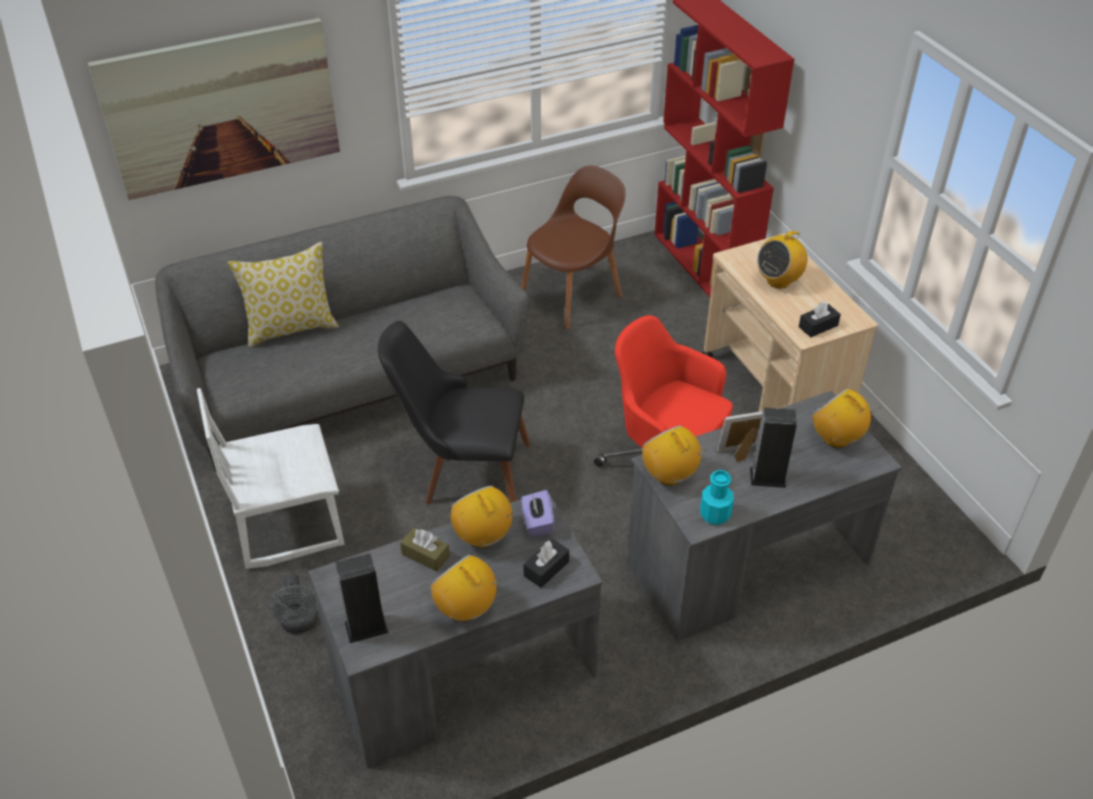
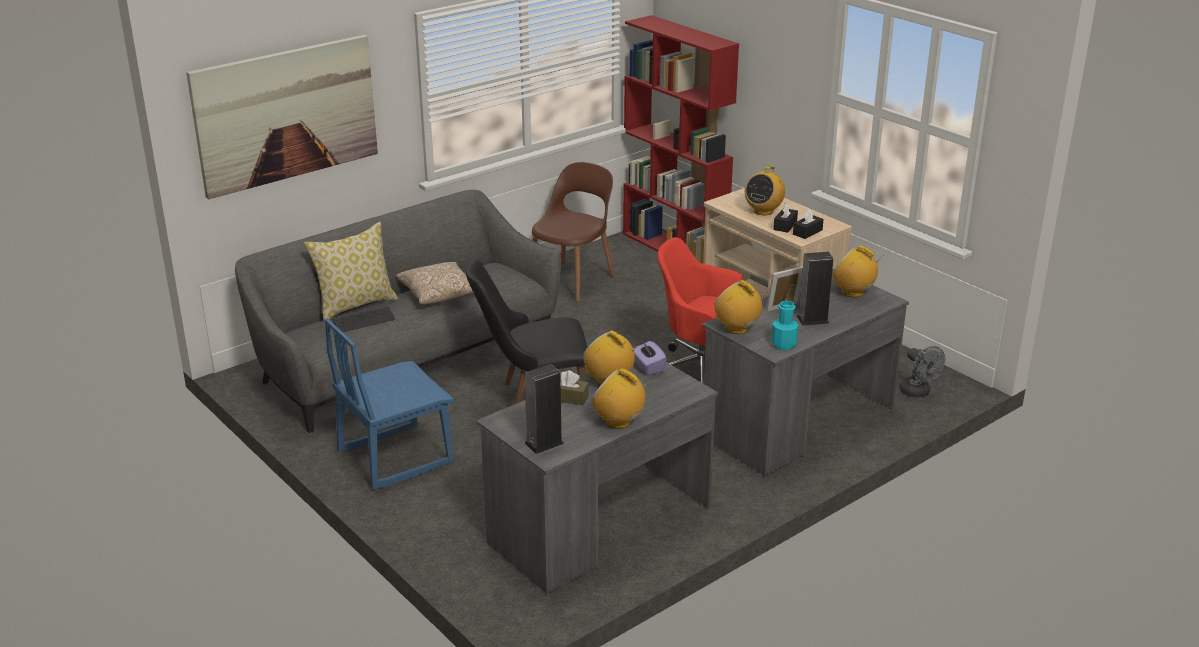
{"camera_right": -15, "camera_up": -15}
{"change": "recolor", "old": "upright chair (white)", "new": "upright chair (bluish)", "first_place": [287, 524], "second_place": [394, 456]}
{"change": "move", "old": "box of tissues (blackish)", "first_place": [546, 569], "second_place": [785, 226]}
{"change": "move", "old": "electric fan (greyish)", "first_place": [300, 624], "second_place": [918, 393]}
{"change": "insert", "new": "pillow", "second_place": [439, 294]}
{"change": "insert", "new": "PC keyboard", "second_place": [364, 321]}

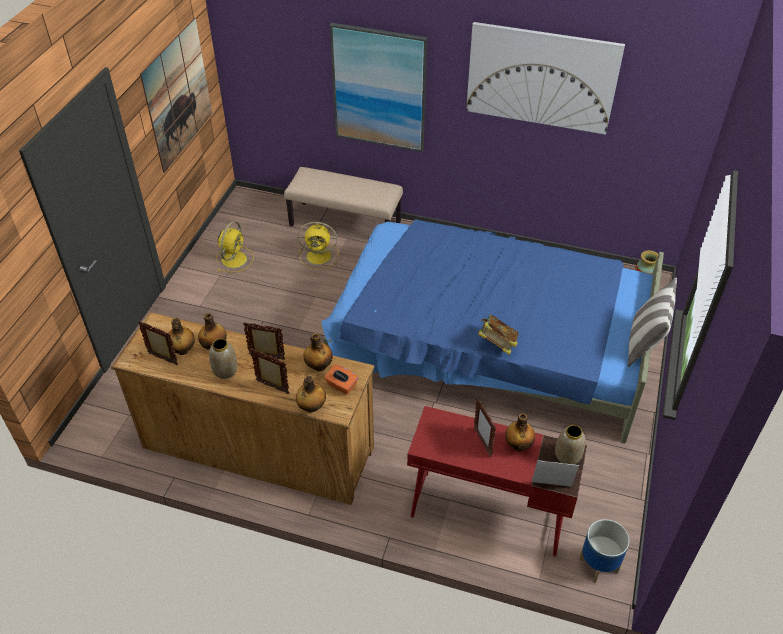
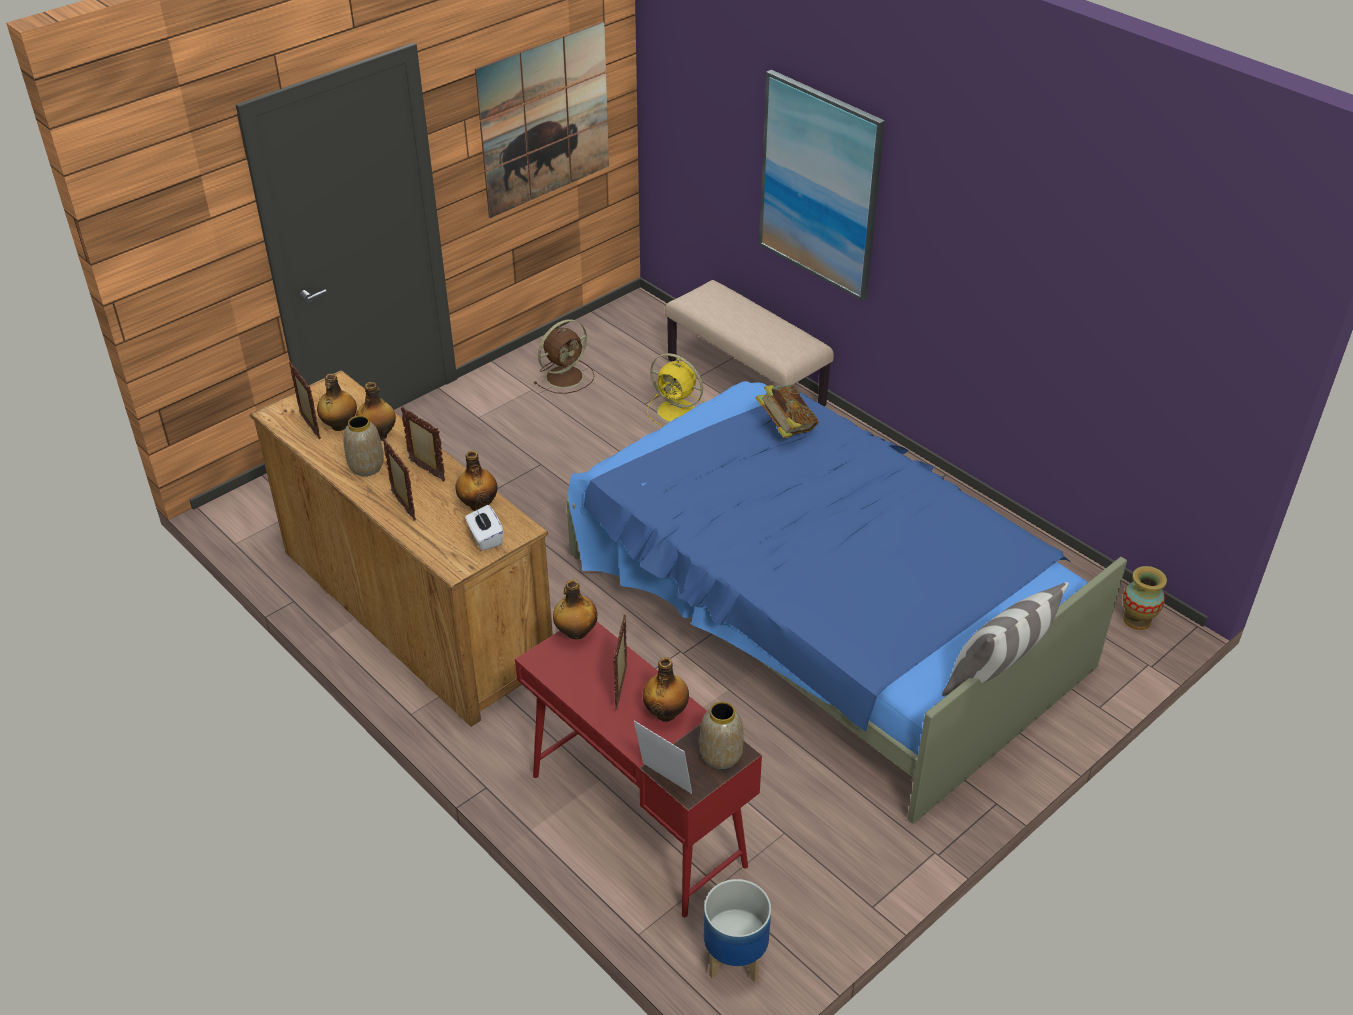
{"camera_right": 30, "camera_up": -5}
{"change": "delete", "old": "wall picture", "first_place": [541, 78]}
{"change": "recolor", "old": "electric fan (yellow)", "new": "electric fan (brownish)", "first_place": [234, 259], "second_place": [566, 376]}
{"change": "move", "old": "book", "first_place": [497, 344], "second_place": [786, 428]}
{"change": "recolor", "old": "box of tissues (orange-coloured)", "new": "box of tissues (white)", "first_place": [341, 385], "second_place": [485, 538]}
{"change": "move", "old": "beverage bottle", "first_place": [311, 407], "second_place": [576, 632]}

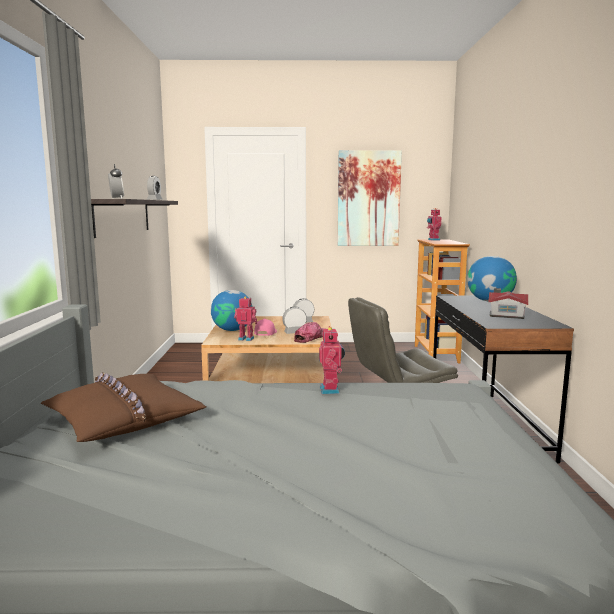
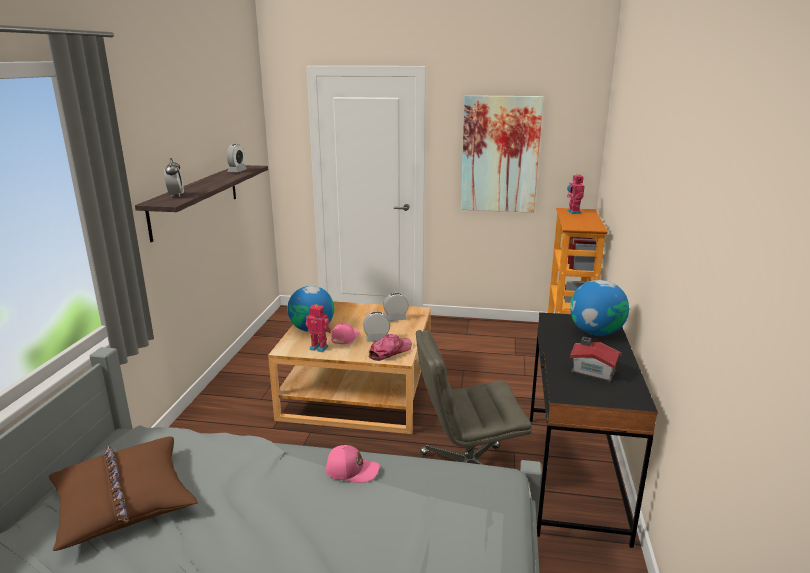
{"camera_right": 10, "camera_up": 10}
{"change": "replace", "old": "model robot", "new": "peaked cap (pink)", "first_place": [331, 390], "second_place": [352, 470]}

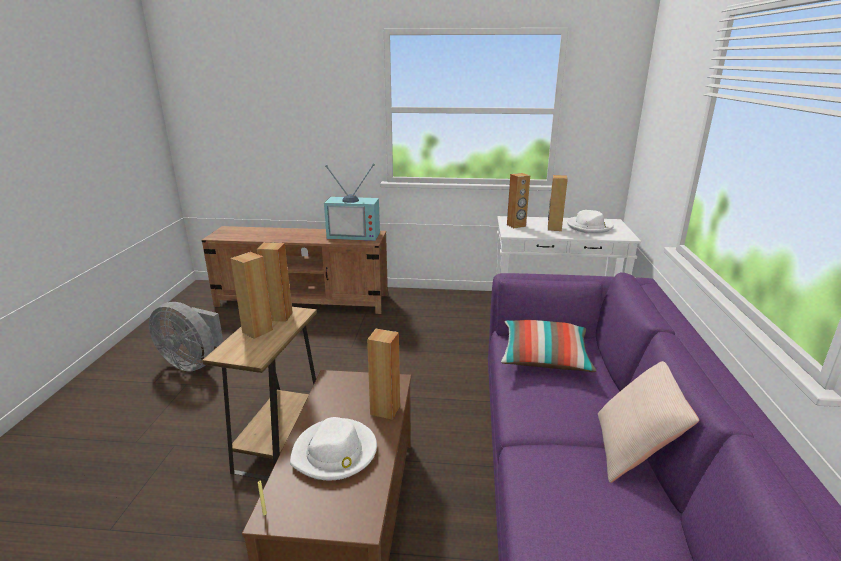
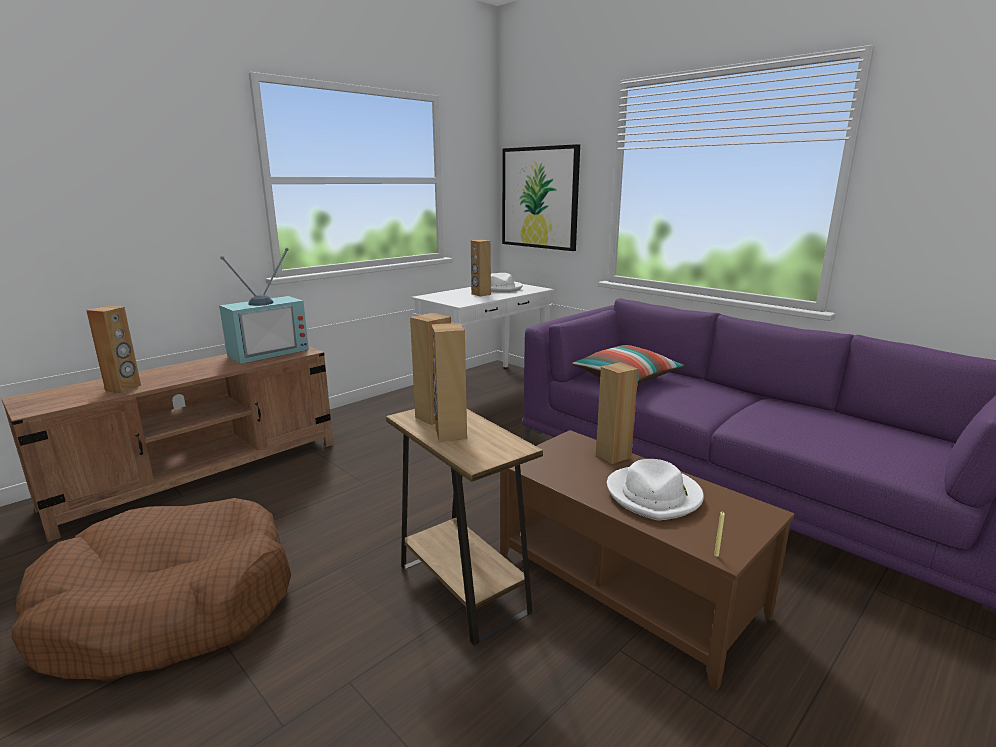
{"camera_right": -50, "camera_up": -5}
{"change": "move", "old": "audio speaker (brownish)", "first_place": [516, 225], "second_place": [123, 388]}
{"change": "replace", "old": "electric fan (greyish)", "new": "dog cushion (brownish)", "first_place": [193, 362], "second_place": [169, 607]}
{"change": "delete", "old": "pillow (beige-coloured)", "first_place": [634, 450]}
{"change": "insert", "new": "wall picture", "second_place": [539, 198]}

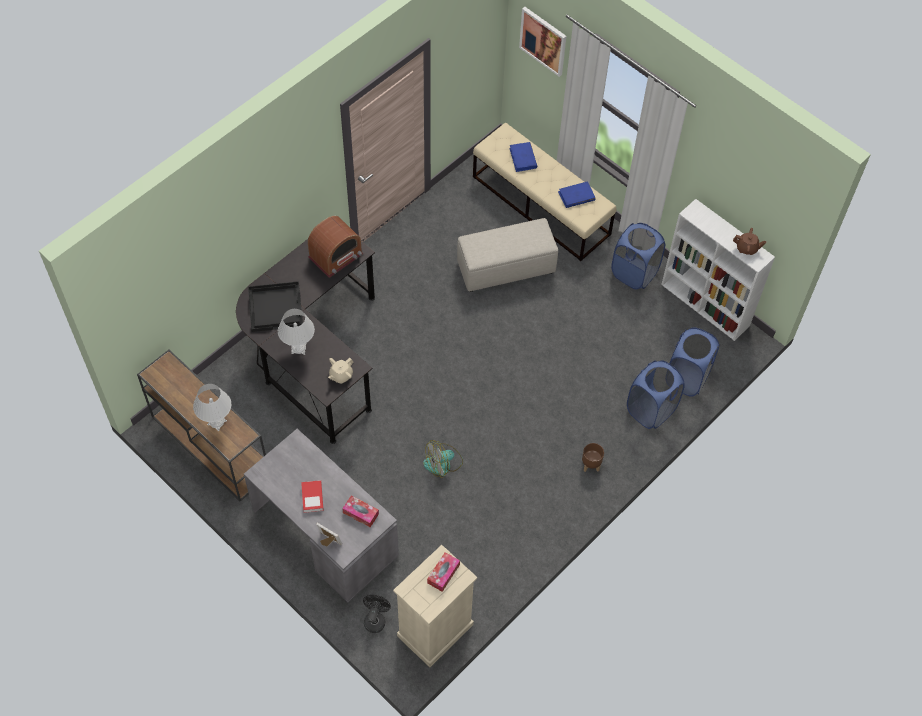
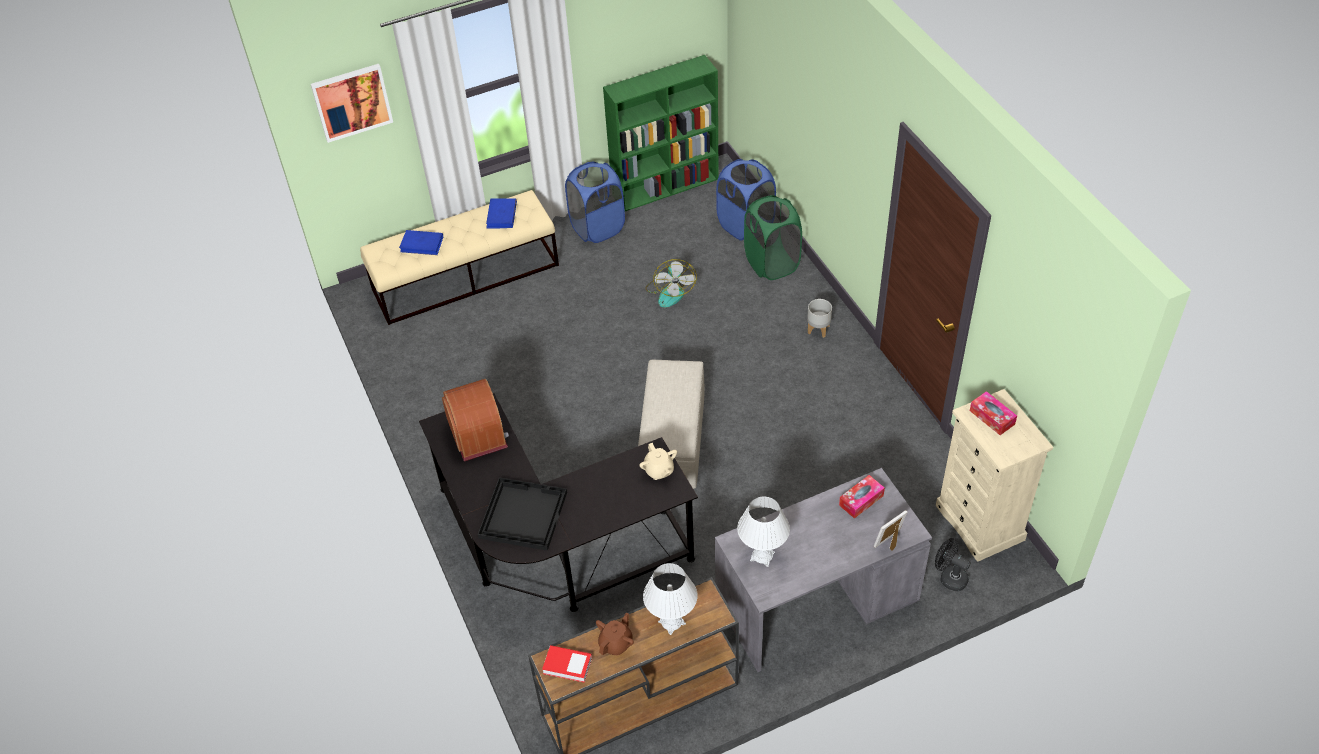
{"camera_right": -65, "camera_up": -10}
{"change": "recolor", "old": "bookshelf (white)", "new": "bookshelf (greenish)", "first_place": [706, 305], "second_place": [666, 187]}
{"change": "move", "old": "footrest (beige-coloured)", "first_place": [506, 267], "second_place": [673, 441]}
{"change": "move", "old": "tea pot (brownish)", "first_place": [747, 248], "second_place": [616, 643]}
{"change": "move", "old": "lamp for a table (white)", "first_place": [299, 348], "second_place": [762, 556]}
{"change": "recolor", "old": "laundry basket (bluish)", "new": "laundry basket (greenish)", "first_place": [651, 410], "second_place": [772, 263]}
{"change": "move", "old": "electric fan", "first_place": [443, 463], "second_place": [670, 291]}
{"change": "recolor", "old": "plant pot (brownish)", "new": "plant pot (greyish)", "first_place": [591, 465], "second_place": [818, 329]}
{"change": "move", "old": "book", "first_place": [312, 498], "second_place": [567, 666]}

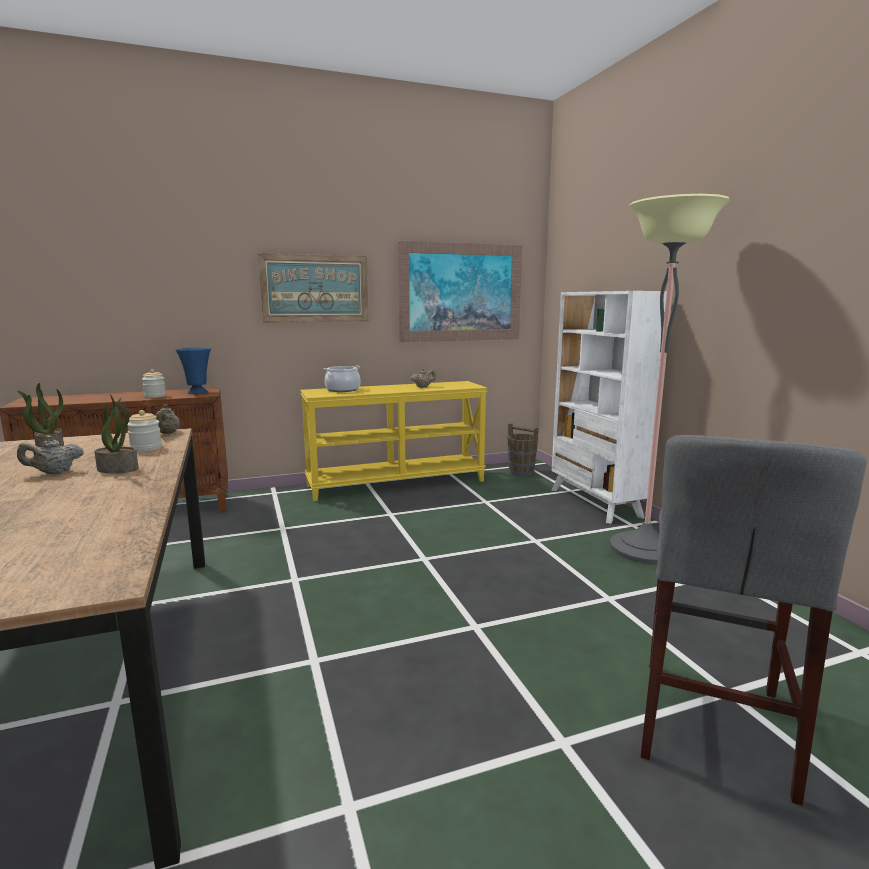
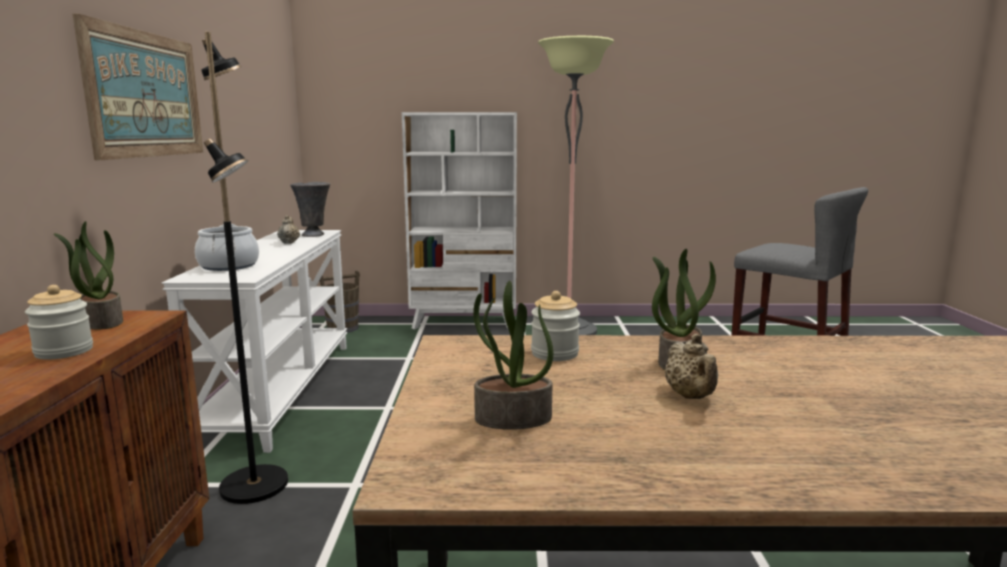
{"camera_right": -70, "camera_up": 0}
{"change": "delete", "old": "wall picture", "first_place": [461, 292]}
{"change": "replace", "old": "vase (bluish)", "new": "plant in a pot", "first_place": [197, 392], "second_place": [101, 322]}
{"change": "recolor", "old": "narrow table (yellow)", "new": "narrow table (white)", "first_place": [396, 483], "second_place": [280, 389]}
{"change": "delete", "old": "tea pot (beige-coloured)", "first_place": [167, 433]}
{"change": "insert", "new": "floor lamp (blackish)", "second_place": [256, 485]}
{"change": "insert", "new": "vase (greyish)", "second_place": [314, 235]}

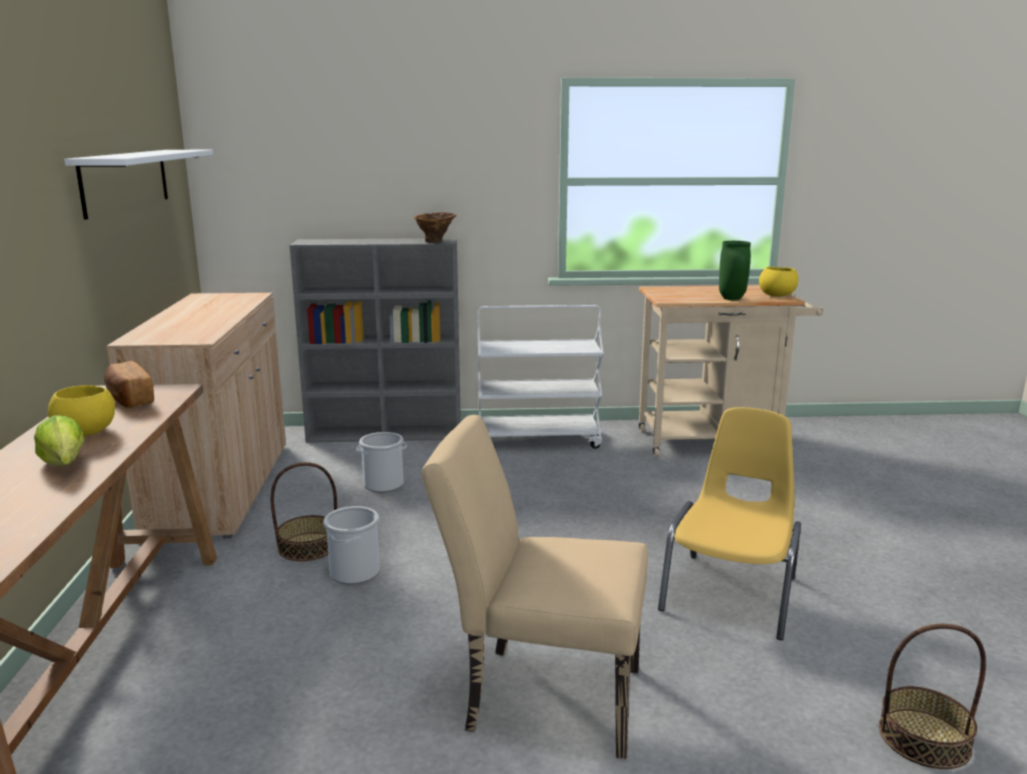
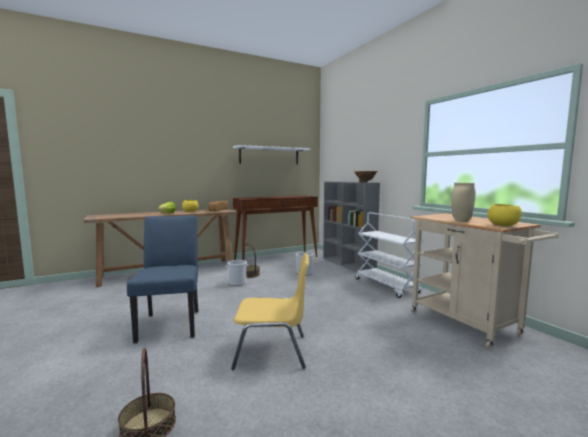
{"camera_right": 65, "camera_up": -10}
{"change": "recolor", "old": "vase (greenish)", "new": "vase (beige-coloured)", "first_place": [732, 298], "second_place": [462, 221]}
{"change": "replace", "old": "storage cabinet (beige-coloured)", "new": "narrow table (brownish)", "first_place": [221, 488], "second_place": [277, 258]}
{"change": "recolor", "old": "upright chair (beige-coloured)", "new": "upright chair (bluish)", "first_place": [540, 696], "second_place": [171, 322]}

